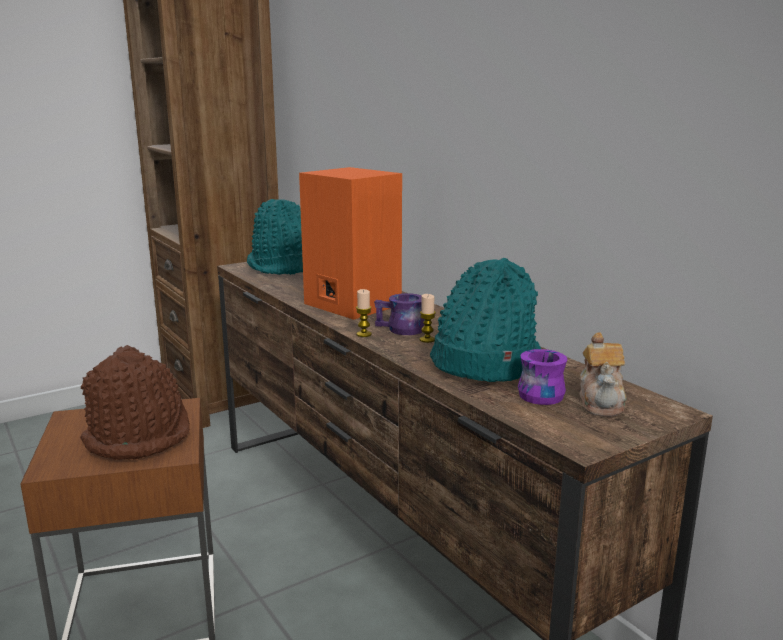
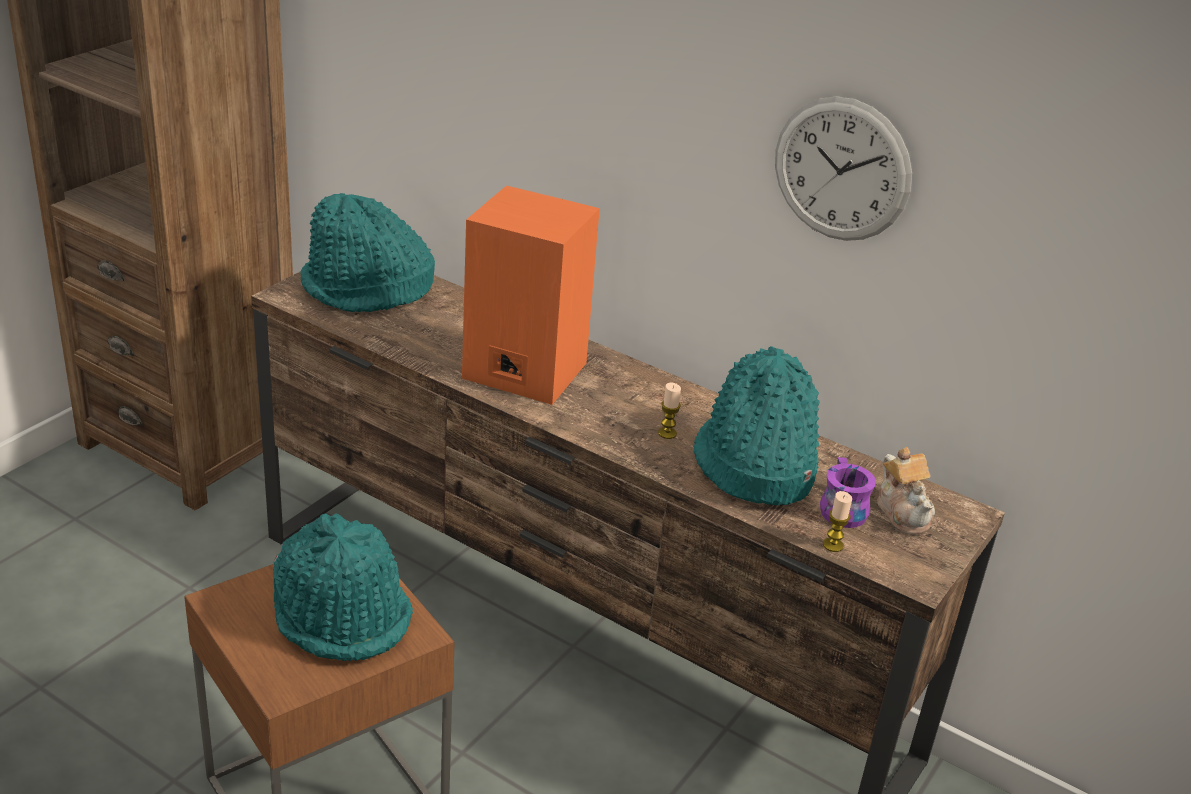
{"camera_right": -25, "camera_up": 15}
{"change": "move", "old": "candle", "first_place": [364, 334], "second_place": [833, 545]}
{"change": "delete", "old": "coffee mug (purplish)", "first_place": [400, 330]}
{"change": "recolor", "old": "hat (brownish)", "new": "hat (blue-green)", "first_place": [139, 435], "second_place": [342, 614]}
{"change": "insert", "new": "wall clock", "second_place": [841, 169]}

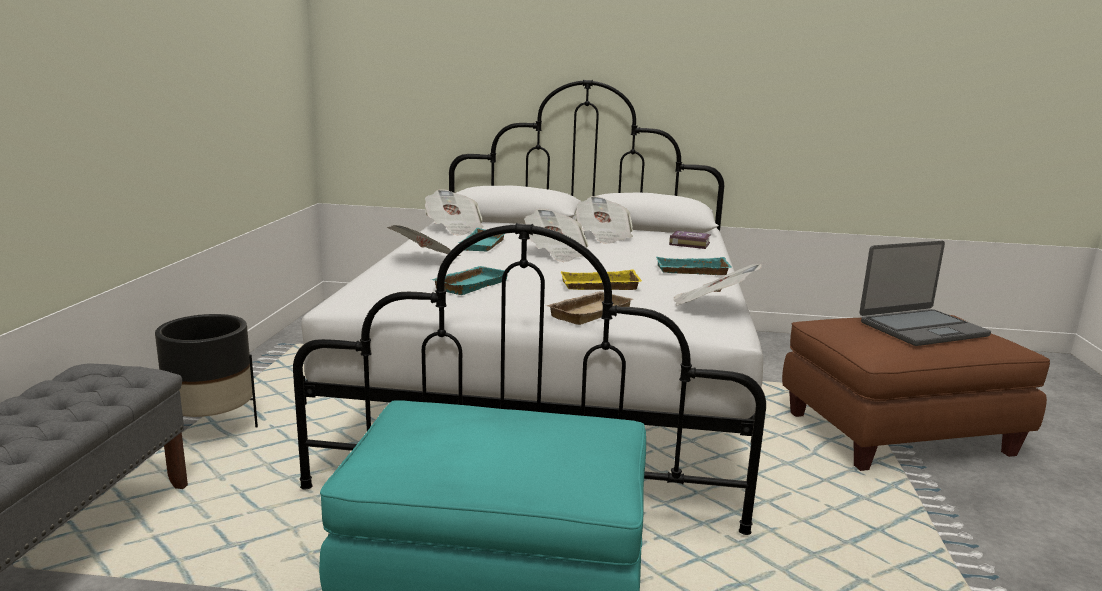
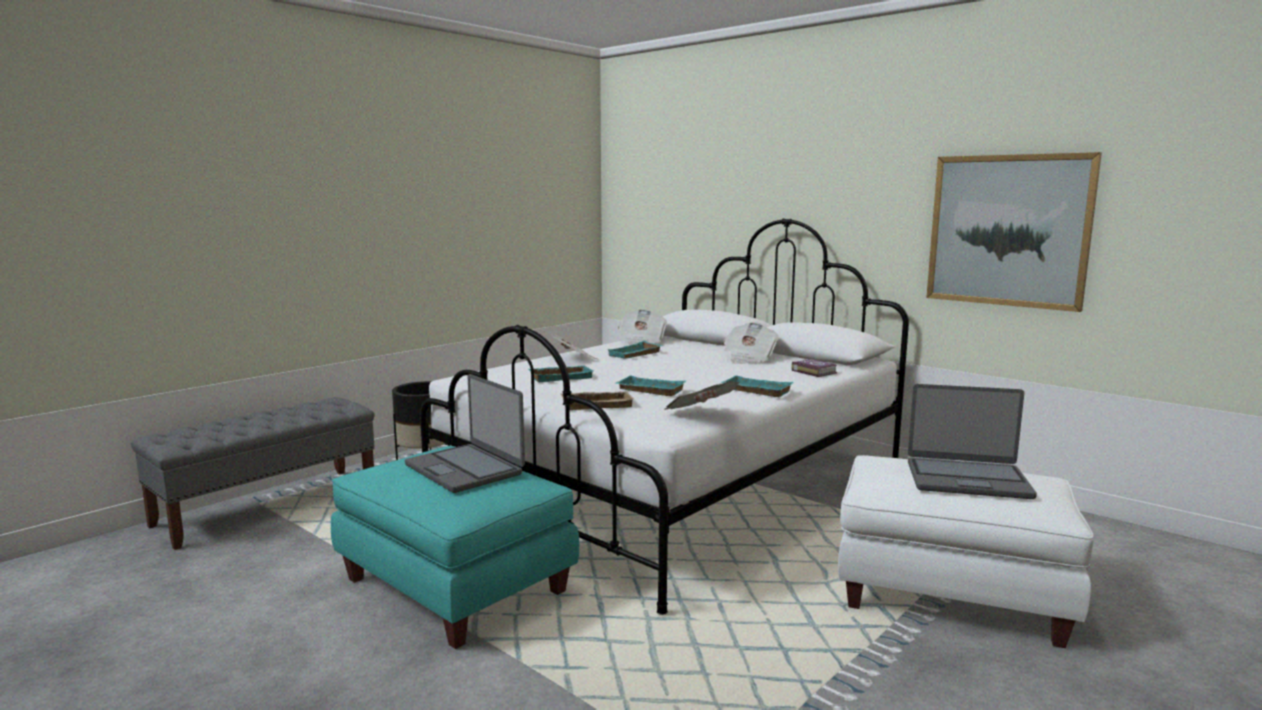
{"camera_right": 35, "camera_up": -5}
{"change": "delete", "old": "daily paper", "first_place": [556, 253]}
{"change": "recolor", "old": "carrying tray (yellow)", "new": "carrying tray (blue-green)", "first_place": [599, 287], "second_place": [648, 390]}
{"change": "recolor", "old": "footrest (brownish)", "new": "footrest (white)", "first_place": [898, 433], "second_place": [951, 593]}
{"change": "insert", "new": "wall picture", "second_place": [1008, 230]}
{"change": "insert", "new": "laptop", "second_place": [465, 469]}

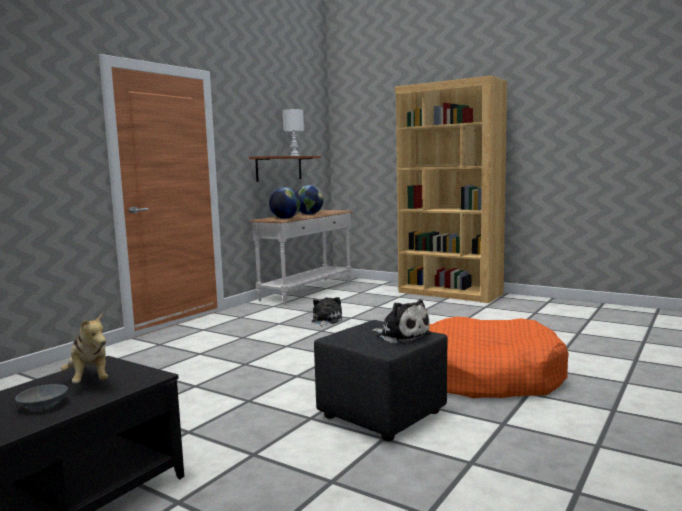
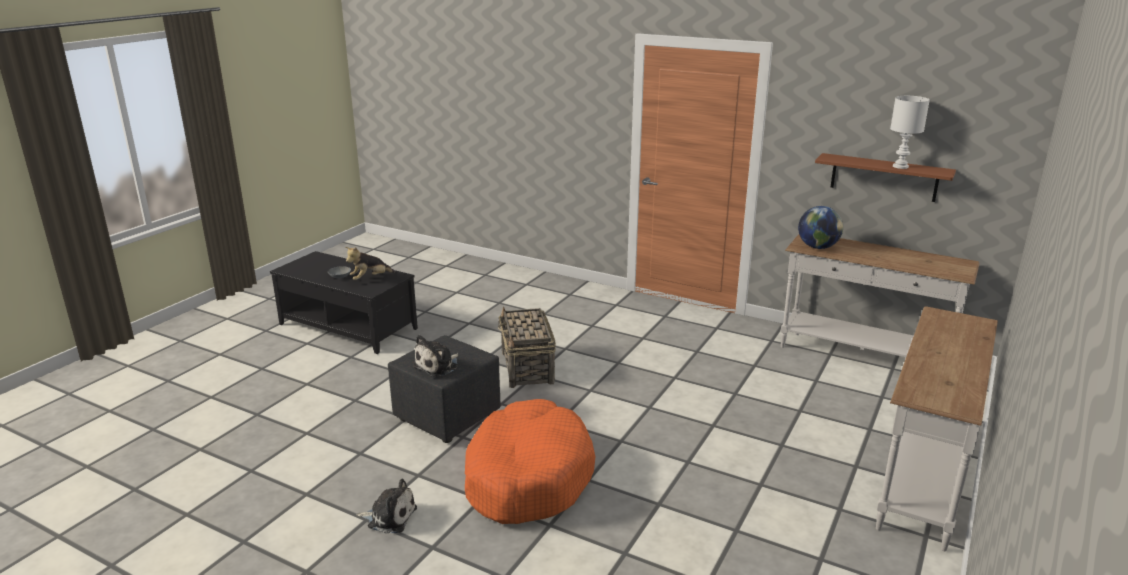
{"camera_right": 85, "camera_up": 15}
{"change": "replace", "old": "bookshelf (brownish)", "new": "narrow table (white)", "first_place": [450, 293], "second_place": [922, 479]}
{"change": "delete", "old": "world globe", "first_place": [309, 214]}
{"change": "move", "old": "cuddly toy", "first_place": [325, 320], "second_place": [389, 517]}
{"change": "insert", "new": "household basket", "second_place": [527, 368]}

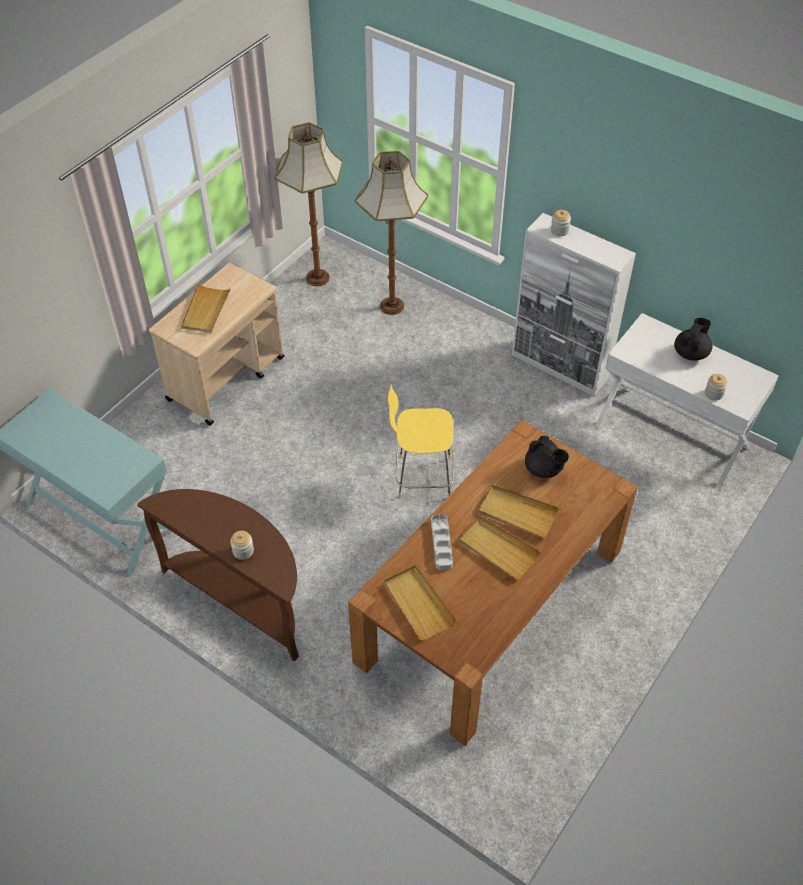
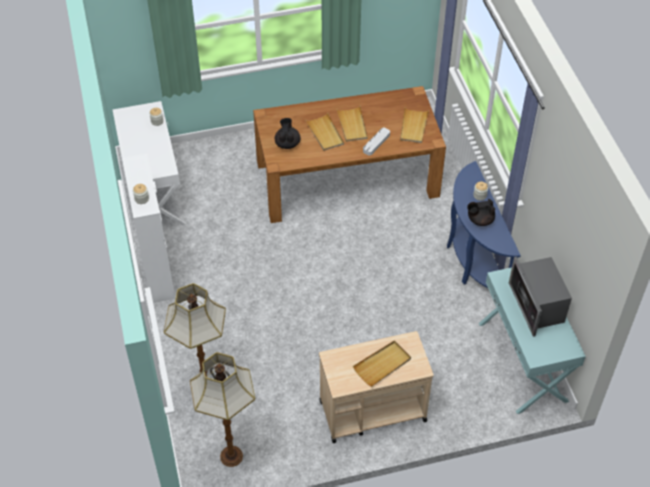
{"camera_right": -140, "camera_up": 0}
{"change": "move", "old": "tea pot (blackish)", "first_place": [691, 353], "second_place": [479, 220]}
{"change": "delete", "old": "stool seat (yellow)", "first_place": [421, 477]}
{"change": "recolor", "old": "narrow table (brownish)", "new": "narrow table (bluish)", "first_place": [242, 598], "second_place": [472, 260]}
{"change": "insert", "new": "microwave oven", "second_place": [537, 305]}

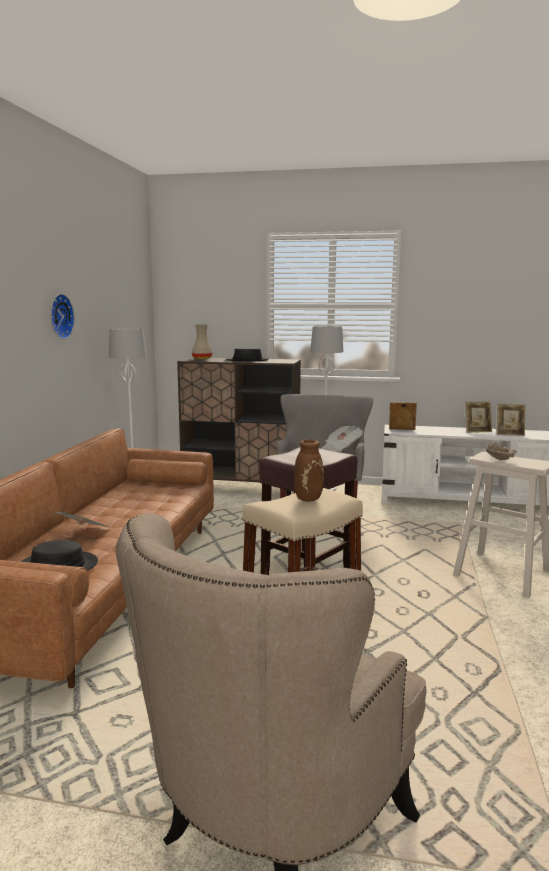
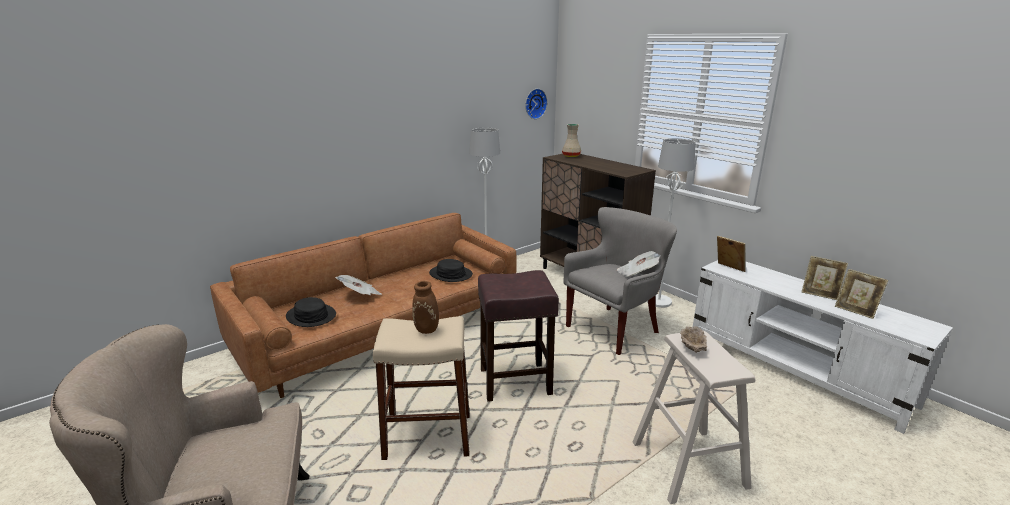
{"camera_right": 40, "camera_up": 10}
{"change": "move", "old": "wall clock", "first_place": [59, 316], "second_place": [534, 103]}
{"change": "move", "old": "hat (blackish)", "first_place": [247, 360], "second_place": [450, 274]}

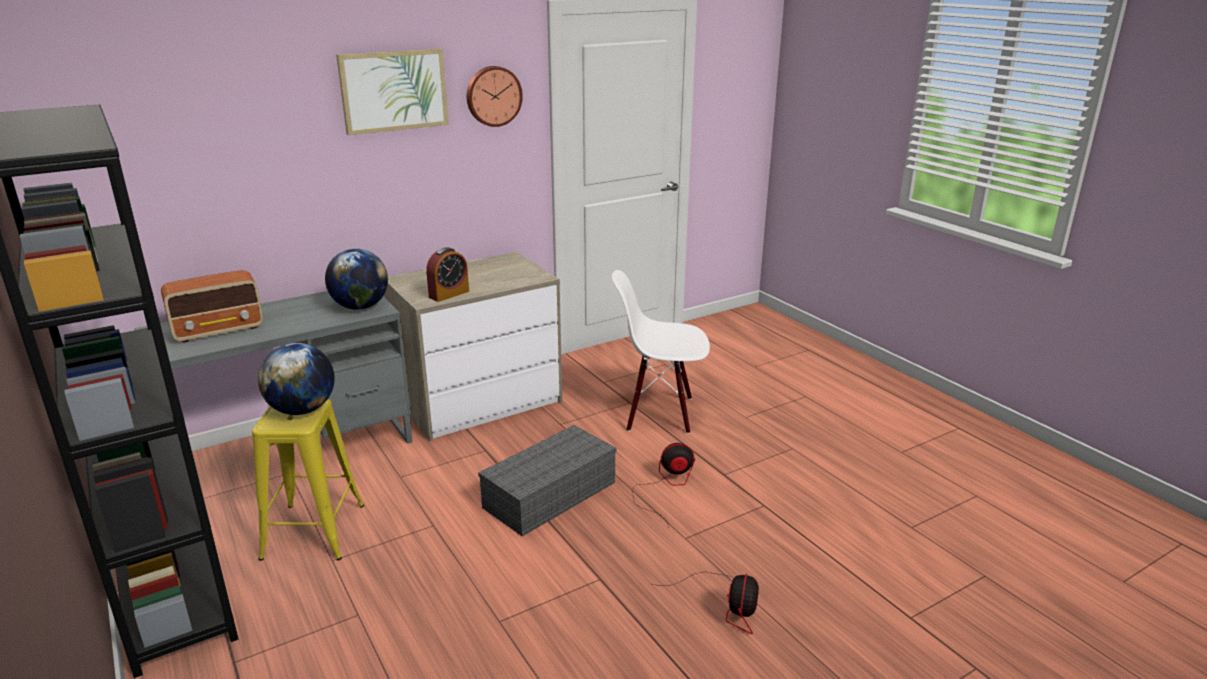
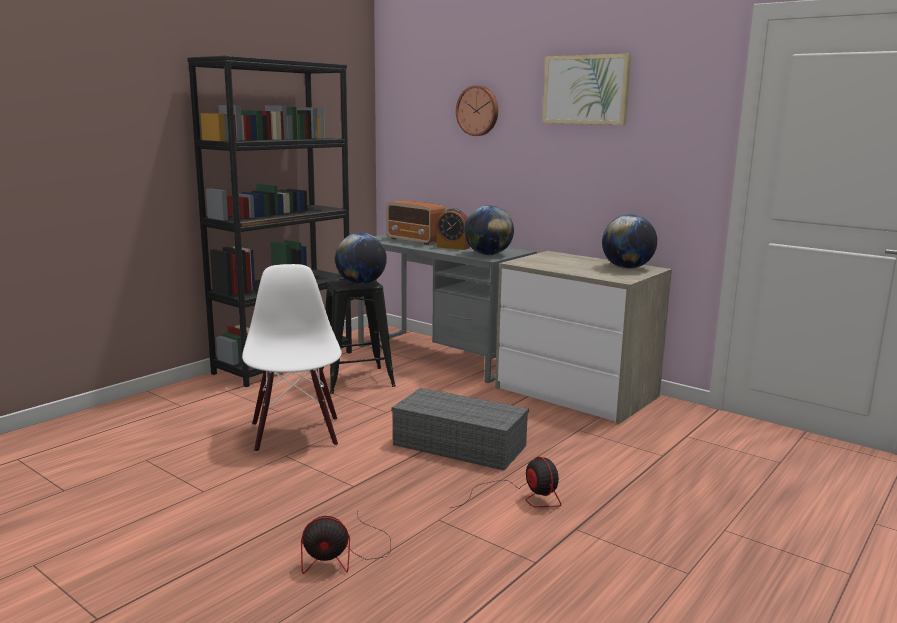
{"camera_right": 70, "camera_up": -10}
{"change": "move", "old": "wall clock", "first_place": [493, 96], "second_place": [478, 111]}
{"change": "move", "old": "alarm clock", "first_place": [449, 294], "second_place": [453, 247]}
{"change": "move", "old": "upright chair (white)", "first_place": [659, 413], "second_place": [295, 434]}
{"change": "recolor", "old": "stool seat (yellow)", "new": "stool seat (blackish)", "first_place": [313, 531], "second_place": [356, 380]}
{"change": "insert", "new": "world globe", "second_place": [627, 268]}

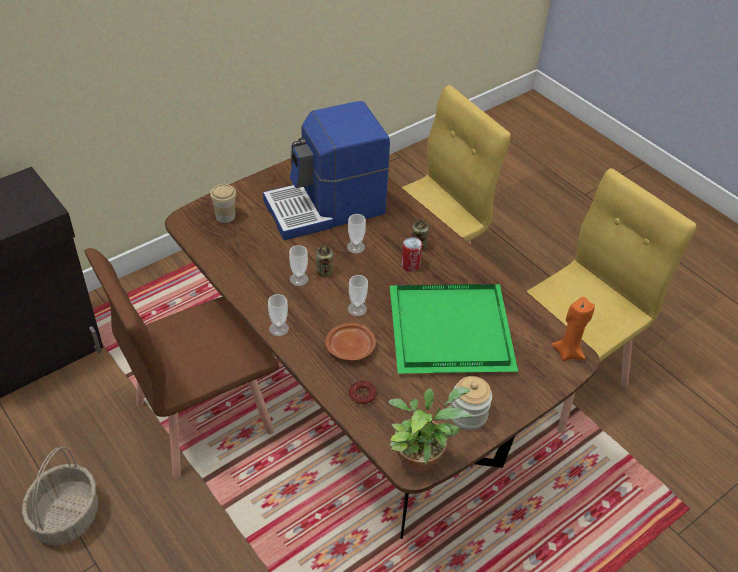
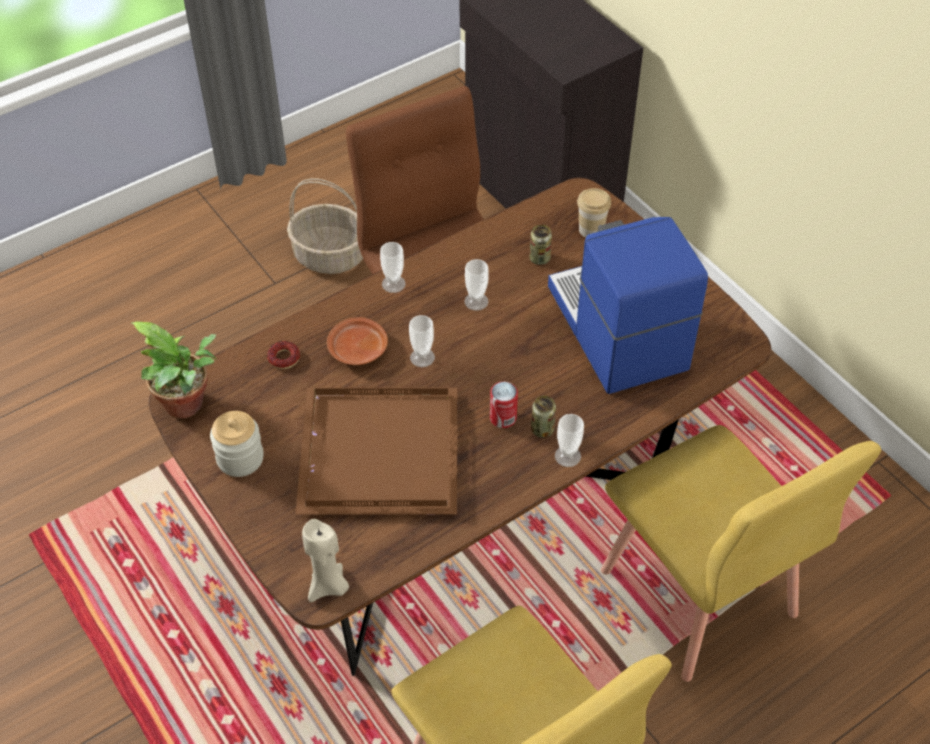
{"camera_right": 95, "camera_up": 5}
{"change": "move", "old": "small cup", "first_place": [356, 247], "second_place": [567, 456]}
{"change": "move", "old": "sealed can", "first_place": [324, 272], "second_place": [539, 258]}
{"change": "recolor", "old": "carrying tray (greenish)", "new": "carrying tray (brownish)", "first_place": [448, 332], "second_place": [376, 450]}
{"change": "recolor", "old": "candle (orange-coloured)", "new": "candle (beige-coloured)", "first_place": [568, 352], "second_place": [328, 586]}

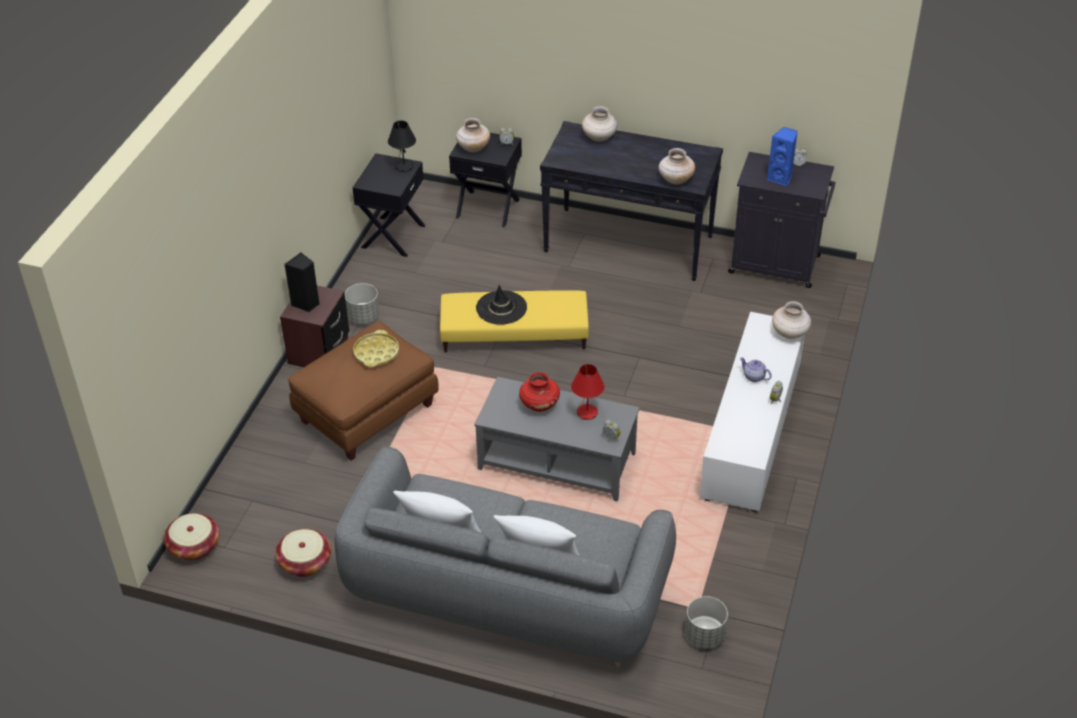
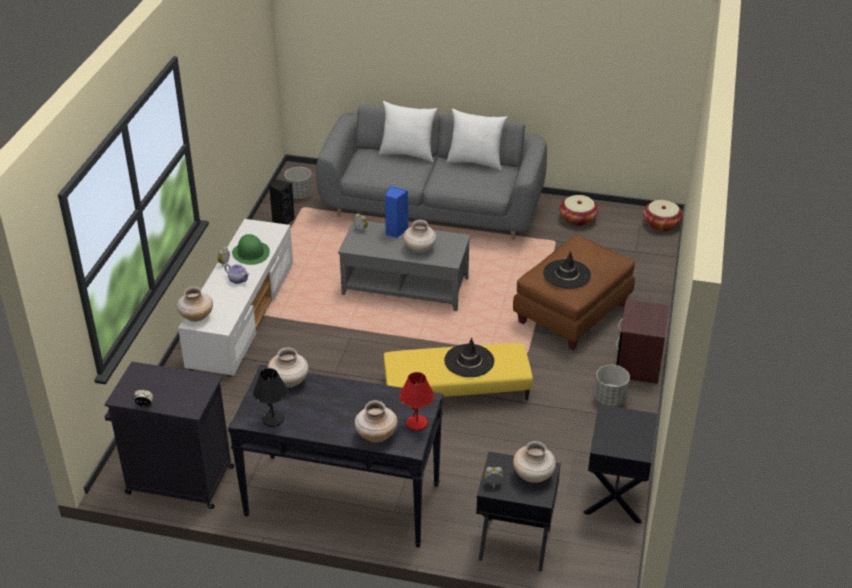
{"camera_right": 175, "camera_up": -5}
{"change": "move", "old": "lamp for a table (blackish)", "first_place": [404, 167], "second_place": [273, 419]}
{"change": "move", "old": "audio speaker (bluish)", "first_place": [781, 178], "second_place": [395, 231]}
{"change": "move", "old": "audio speaker (blackish)", "first_place": [306, 304], "second_place": [283, 221]}
{"change": "replace", "old": "carrying tray (yellow)", "new": "hat (blackish)", "first_place": [376, 353], "second_place": [566, 274]}
{"change": "move", "old": "lamp for a table (red)", "first_place": [587, 413], "second_place": [417, 423]}
{"change": "recolor", "old": "vase (red)", "new": "vase (beige-coloured)", "first_place": [539, 405], "second_place": [420, 249]}
{"change": "insert", "new": "hat (greenish)", "second_place": [250, 253]}

